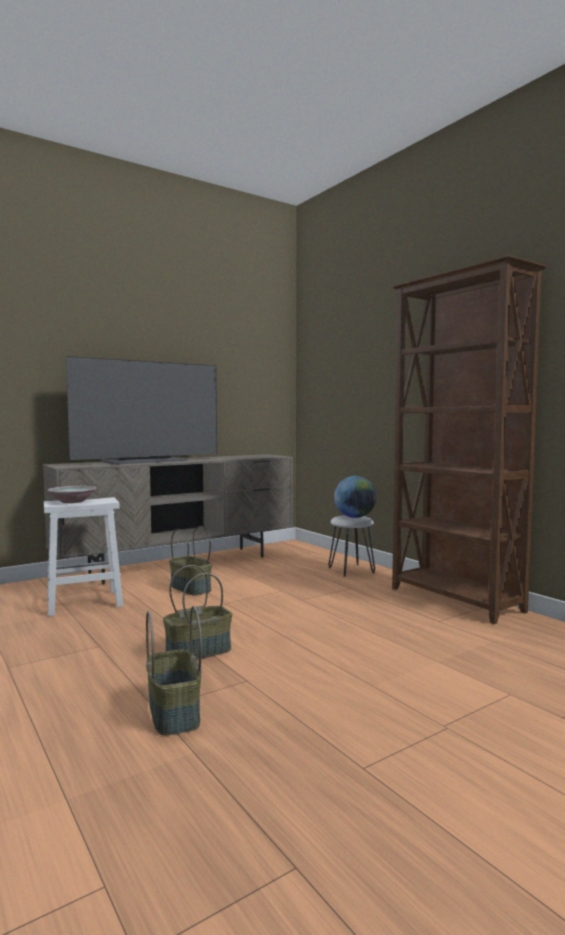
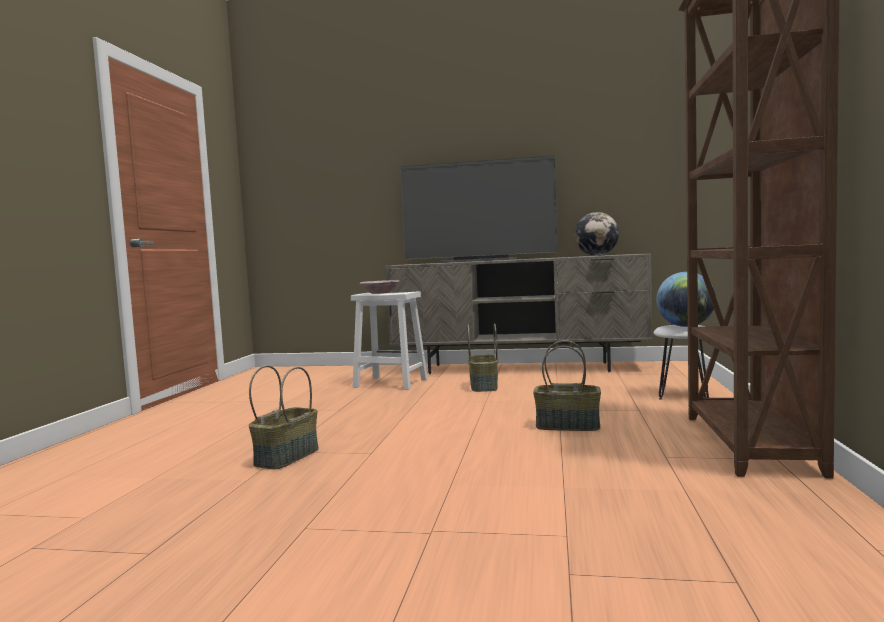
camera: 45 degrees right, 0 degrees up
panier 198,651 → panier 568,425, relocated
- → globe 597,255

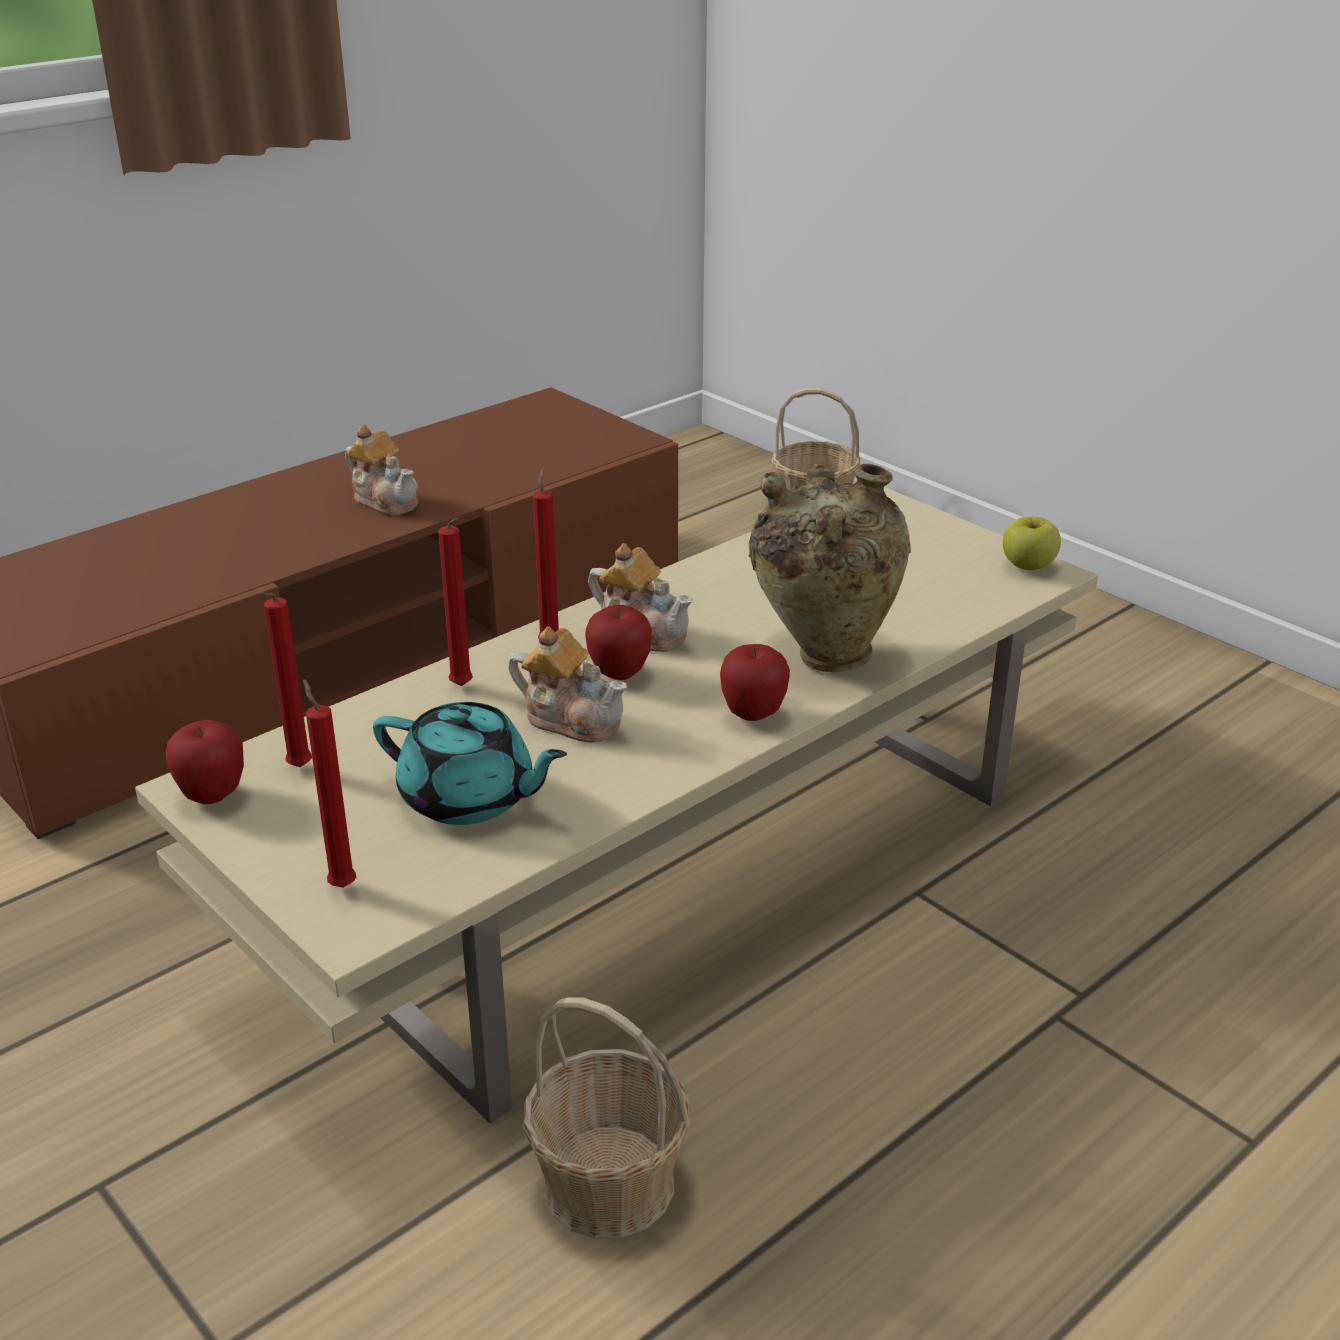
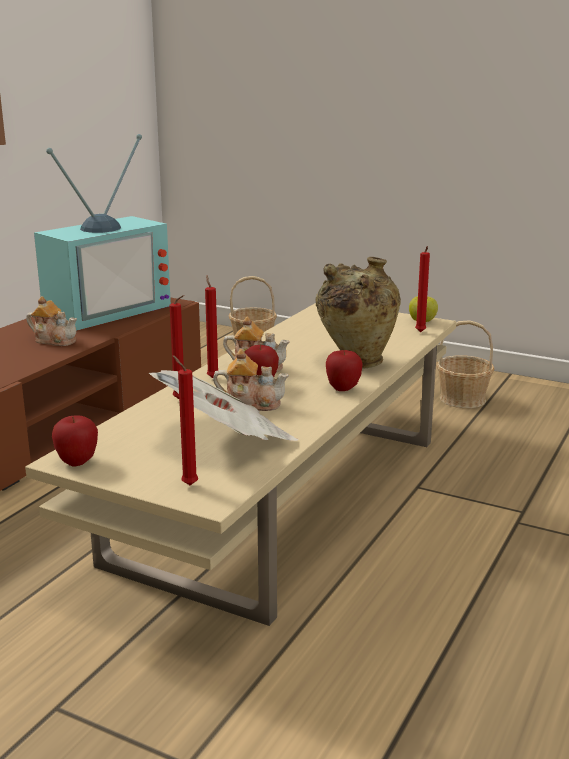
camera: 20 degrees left, 10 degrees down
bougie [rouge] 297,769 → bougie [rouge] 420,332, relocated
théière [turquoise] 469,799 → journal 226,441
panier 609,1185 → panier 463,399, relocated
- → téléviseur 105,310

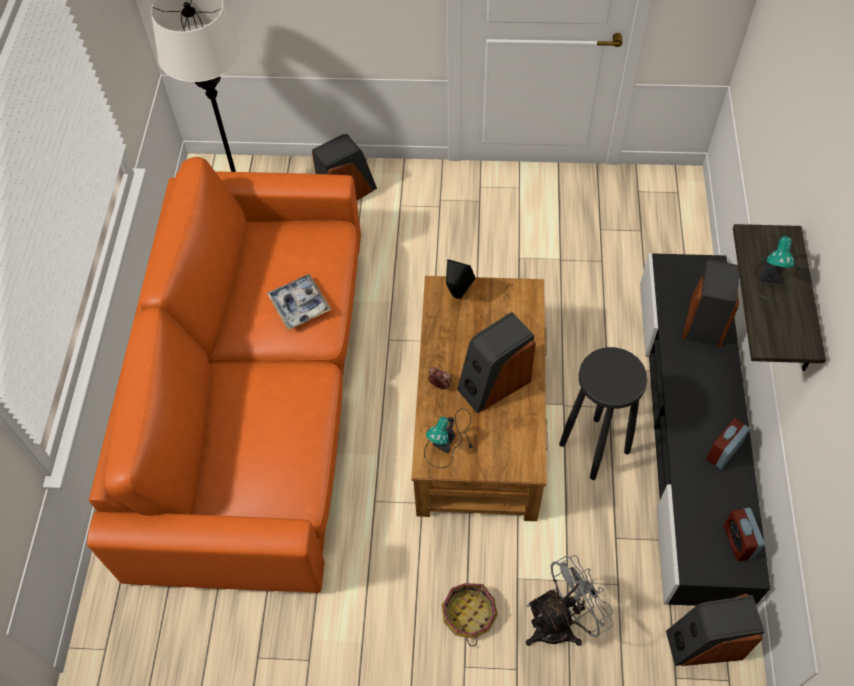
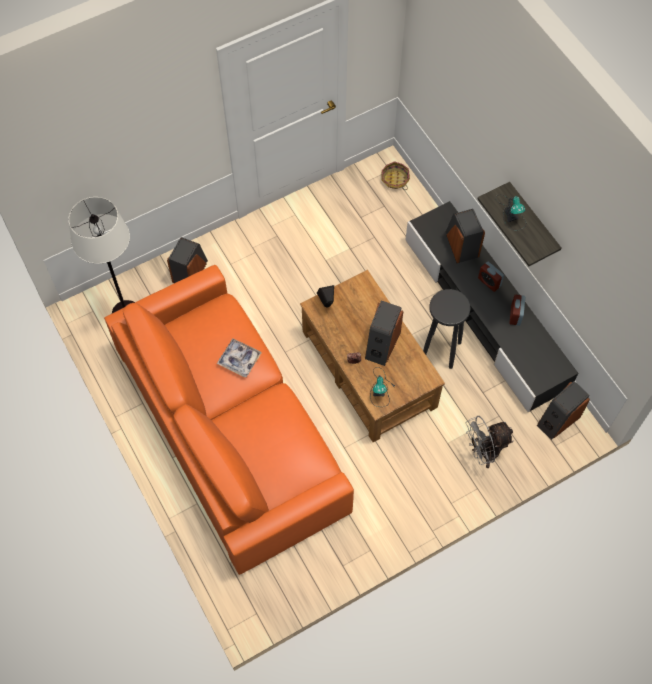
camera: 35 degrees left, 5 degrees up
réveil 738,541 → réveil 489,282, relocated
ventilateur [gris] 561,623 → ventilateur [gris] 484,452, 135 degrees counterclockwise
panier 469,614 → panier 395,180, relocated

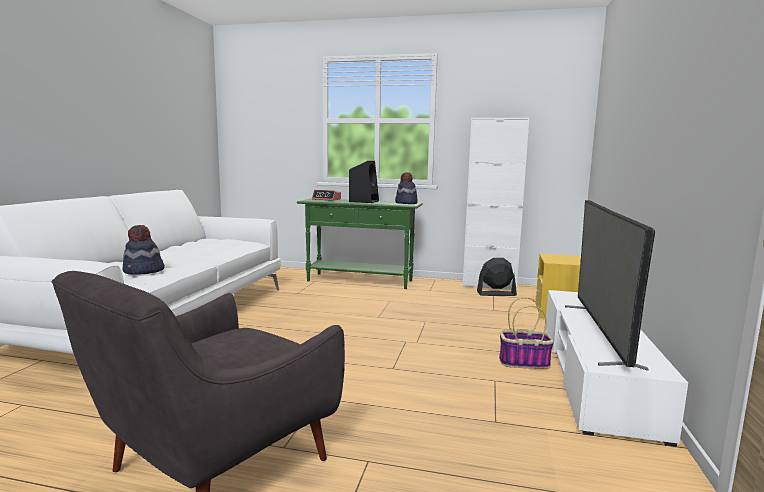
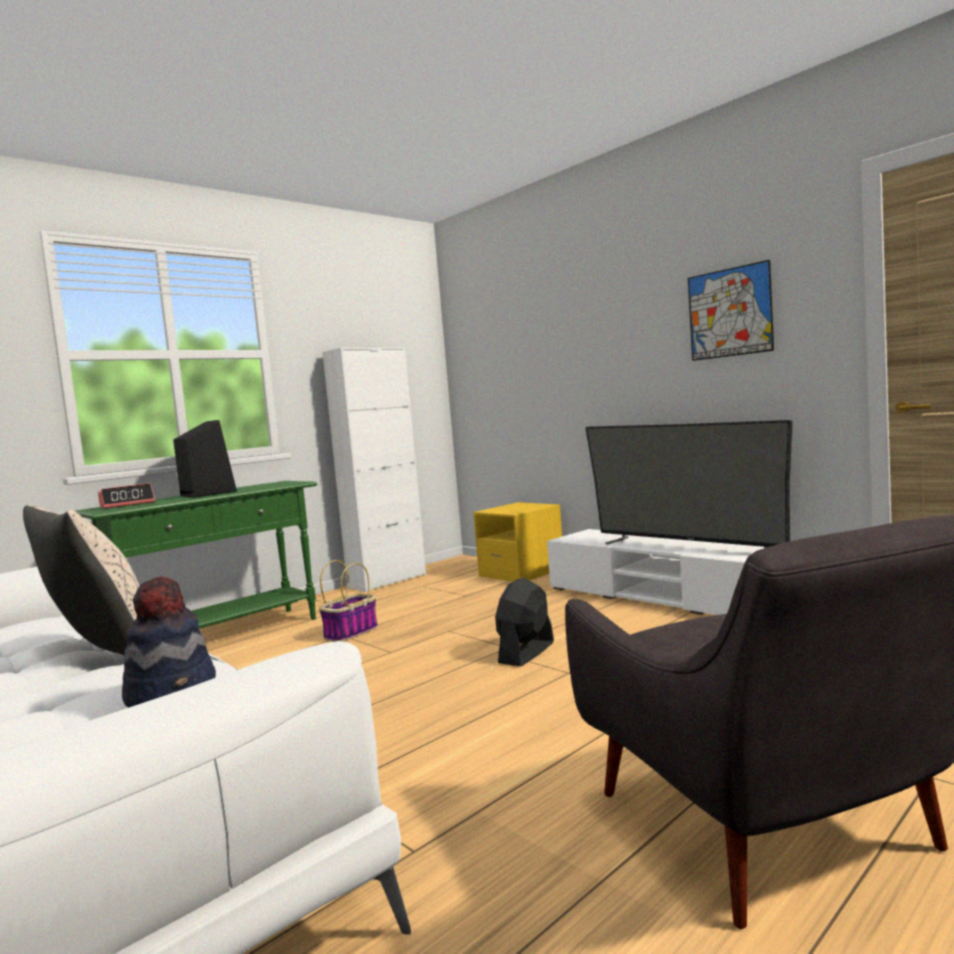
camera: 55 degrees left, 5 degrees down
chapeau 406,203 → -
ventilateur [noir] 496,294 → ventilateur [noir] 526,652, relocated
panier 524,362 → panier 351,633, relocated
- → tableau 729,312
- → coussin [beige] 101,651

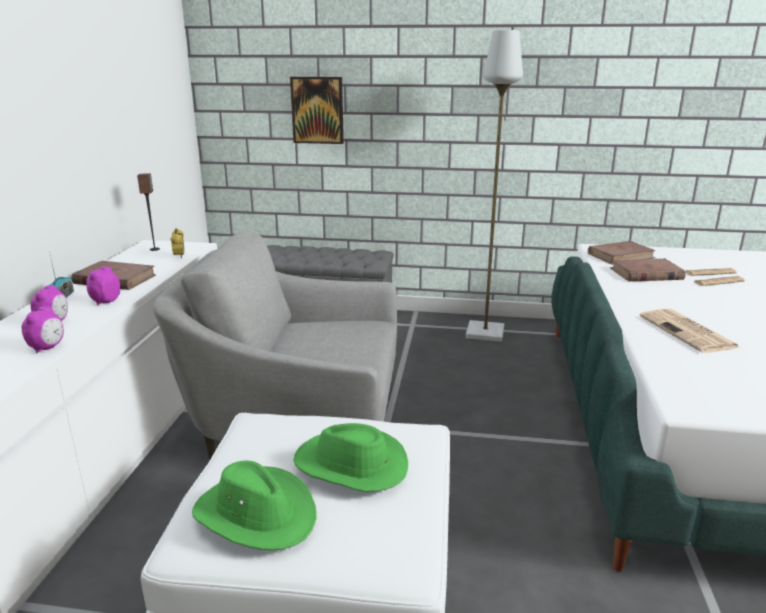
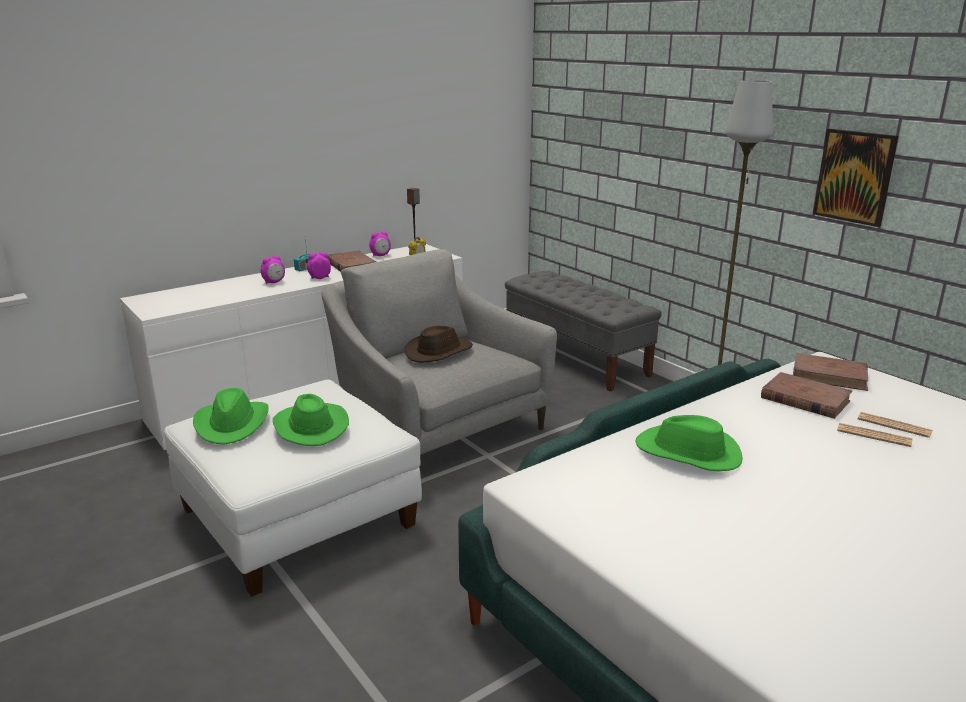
camera: 45 degrees right, 0 degrees up
tableau 317,110 → tableau 855,176, relocated
réveil 47,347 → réveil 380,255, relocated
journal 688,332 → chapeau [vert] 688,453
- → chapeau [marron] 439,352

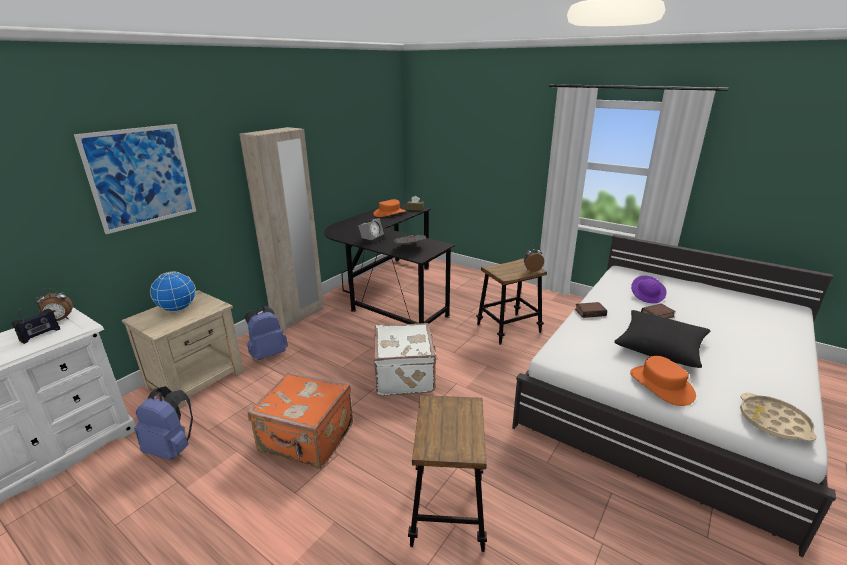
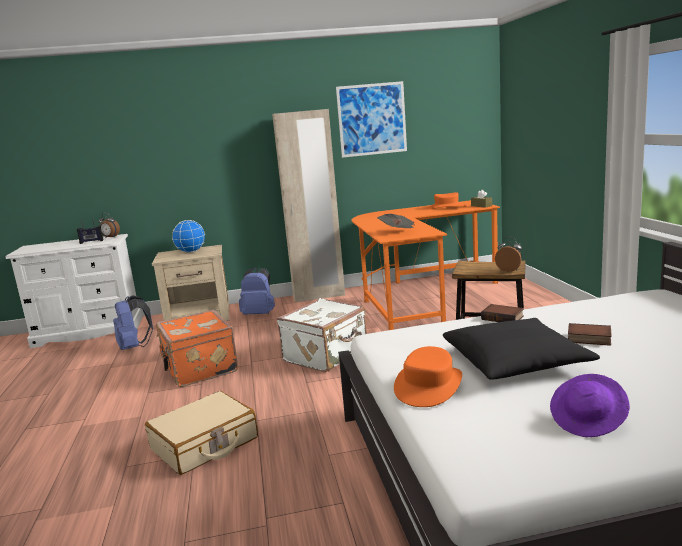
camera: 45 degrees right, 10 degrees down
tableau 141,177 → tableau 372,119, relocated
bureau [noir] 388,293 → bureau [orange] 418,295
réveil 372,239 → -
chapeau [violet] 647,296 → chapeau [violet] 588,421, relocated
plateau [beige] 773,422 → -
tabouret 448,510 → valise [beige] 204,444

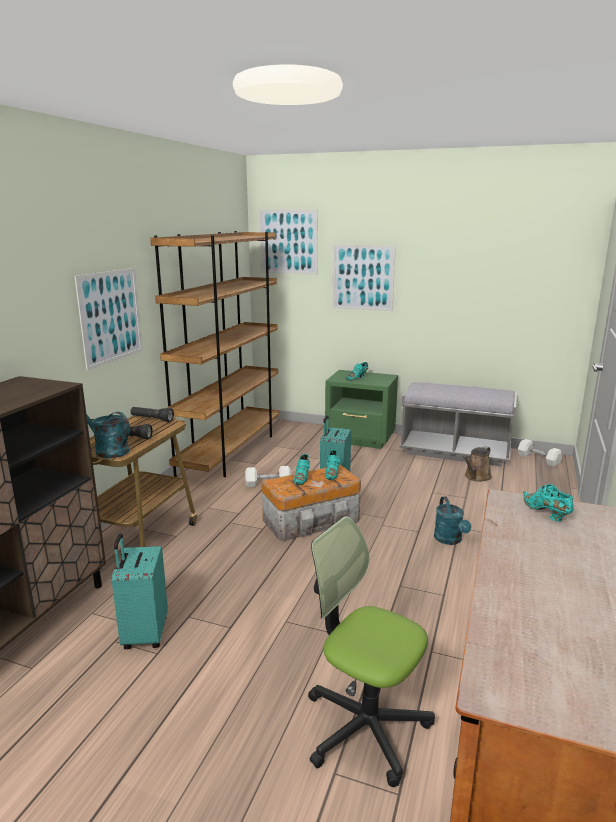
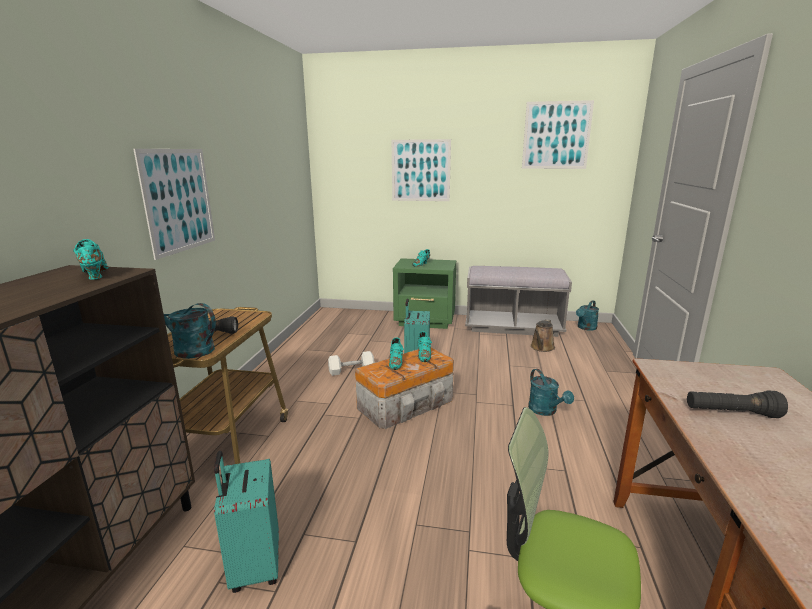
camera: 10 degrees left, 0 degrees up
tableau 288,242 → tableau 556,135, relocated
bibliothèque [marron] 230,452 → -
lampe de poche [noir] 152,419 → lampe de poche [noir] 731,413, relocated
haltère [blanc] 538,459 → arrosoir [turquoise] 585,328
chaussure [turquoise] 545,513 → chaussure [turquoise] 94,275, relocated

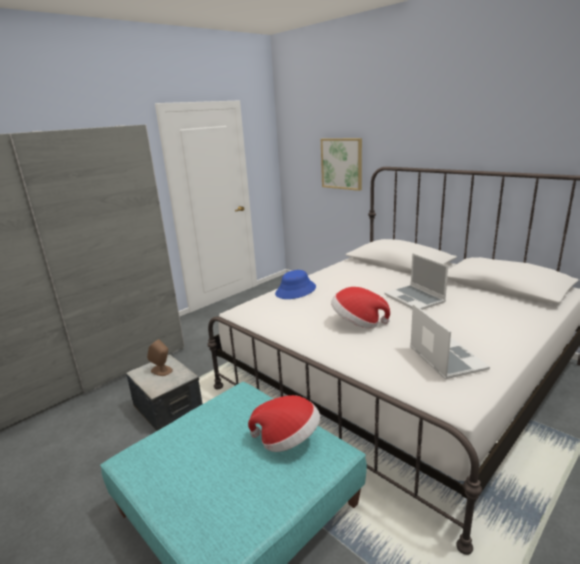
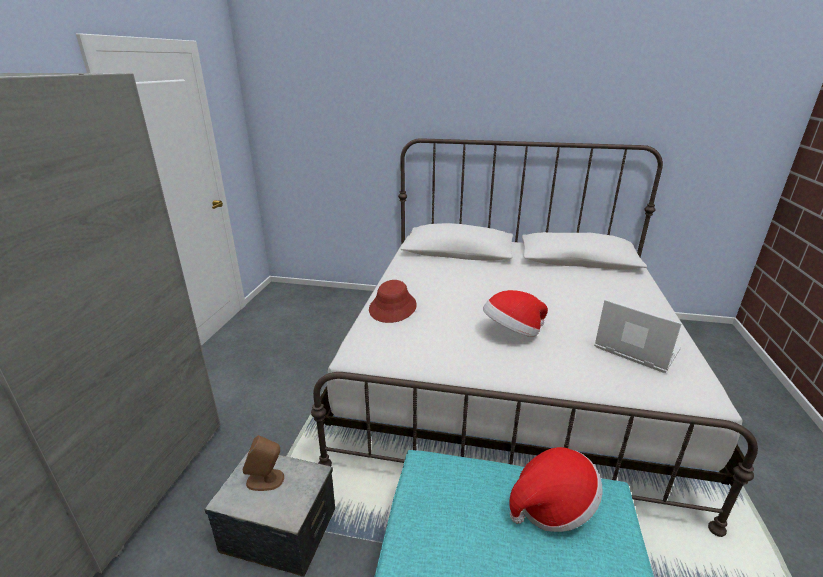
camera: 35 degrees left, 5 degrees up
tableau 341,163 → -
ordinateur portable 415,299 → -
chapeau [bleu] 296,291 → chapeau [rouge] 393,307

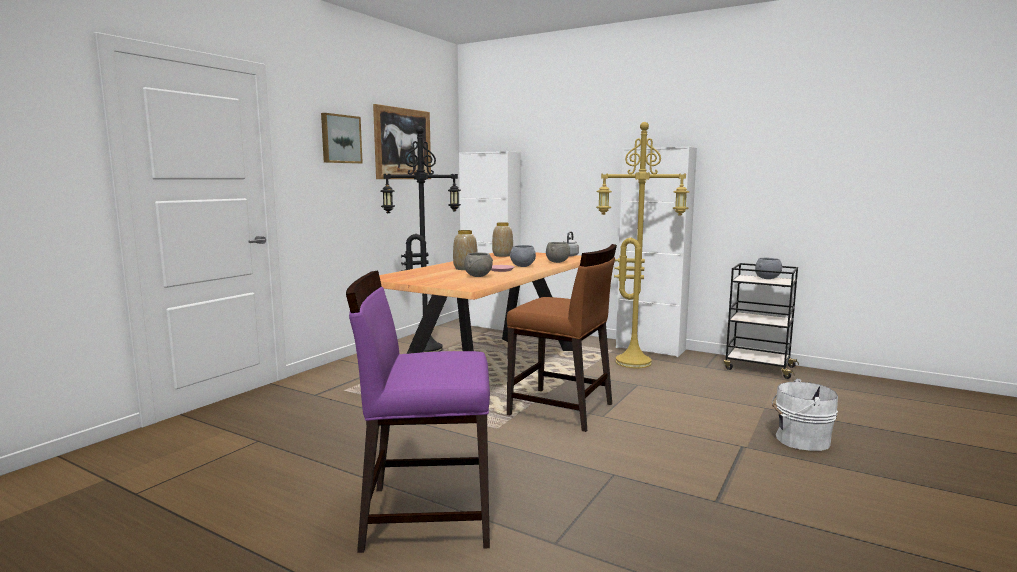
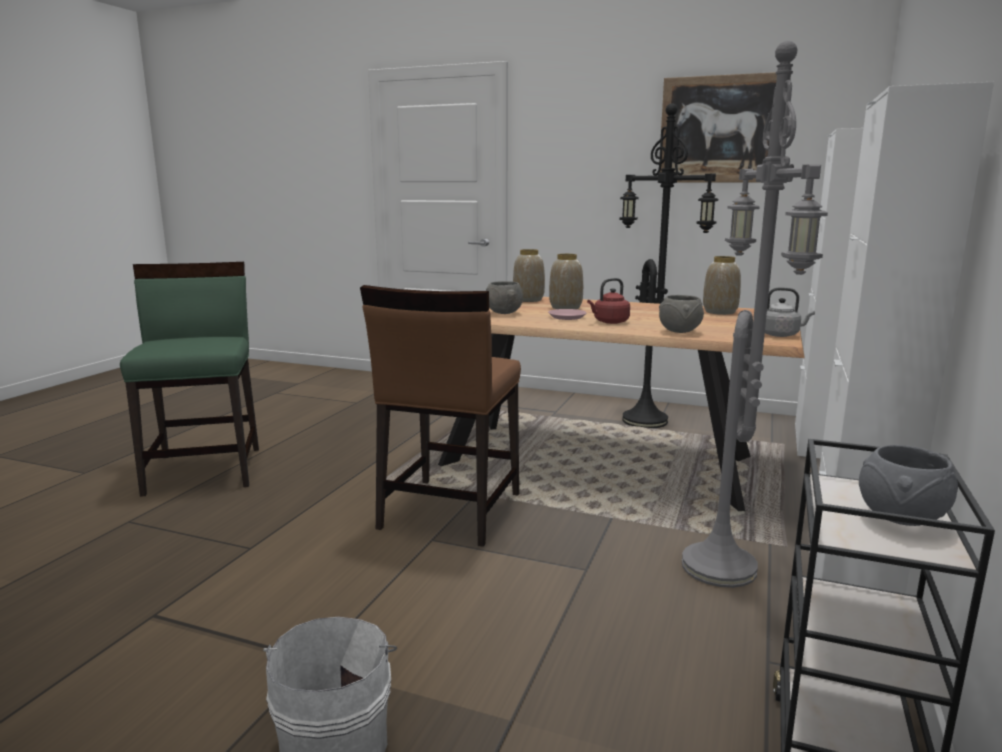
camera: 80 degrees right, 5 degrees up
tableau 340,139 → -
lampadaire [jaune] 634,362 → lampadaire [gris] 724,569
bol [gris] 523,266 → bouilloire [rouge] 609,322
chaise [violet] 426,515 → chaise [vert] 205,470
- → vase 529,300

